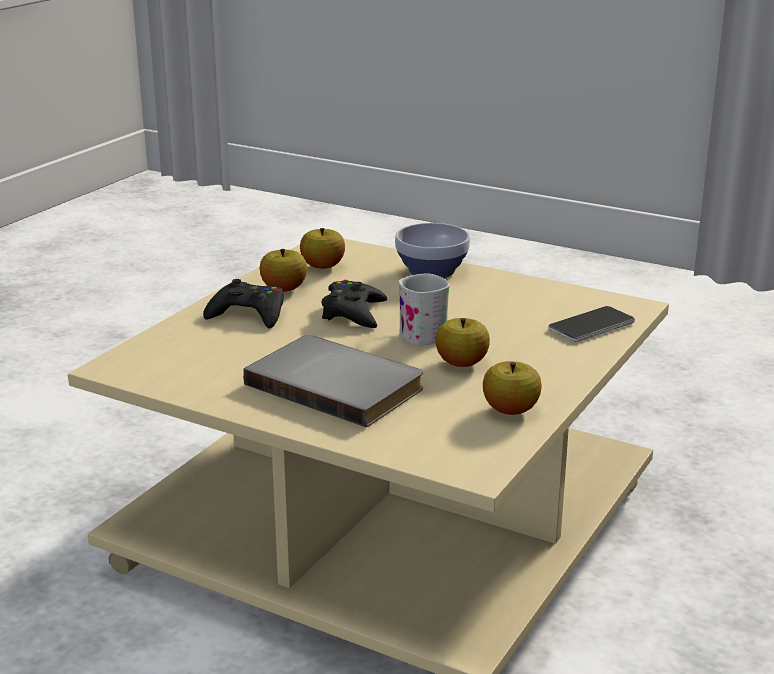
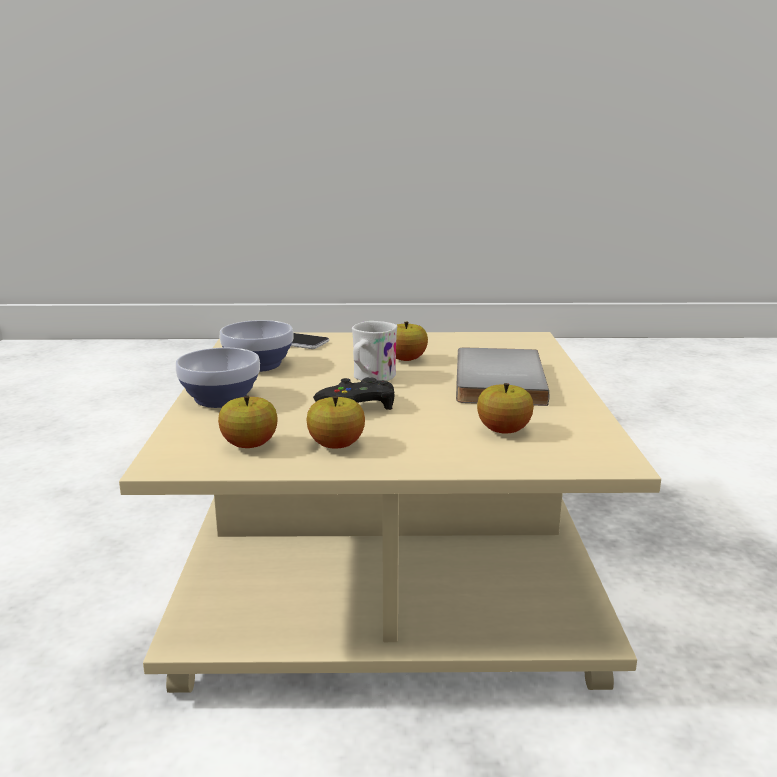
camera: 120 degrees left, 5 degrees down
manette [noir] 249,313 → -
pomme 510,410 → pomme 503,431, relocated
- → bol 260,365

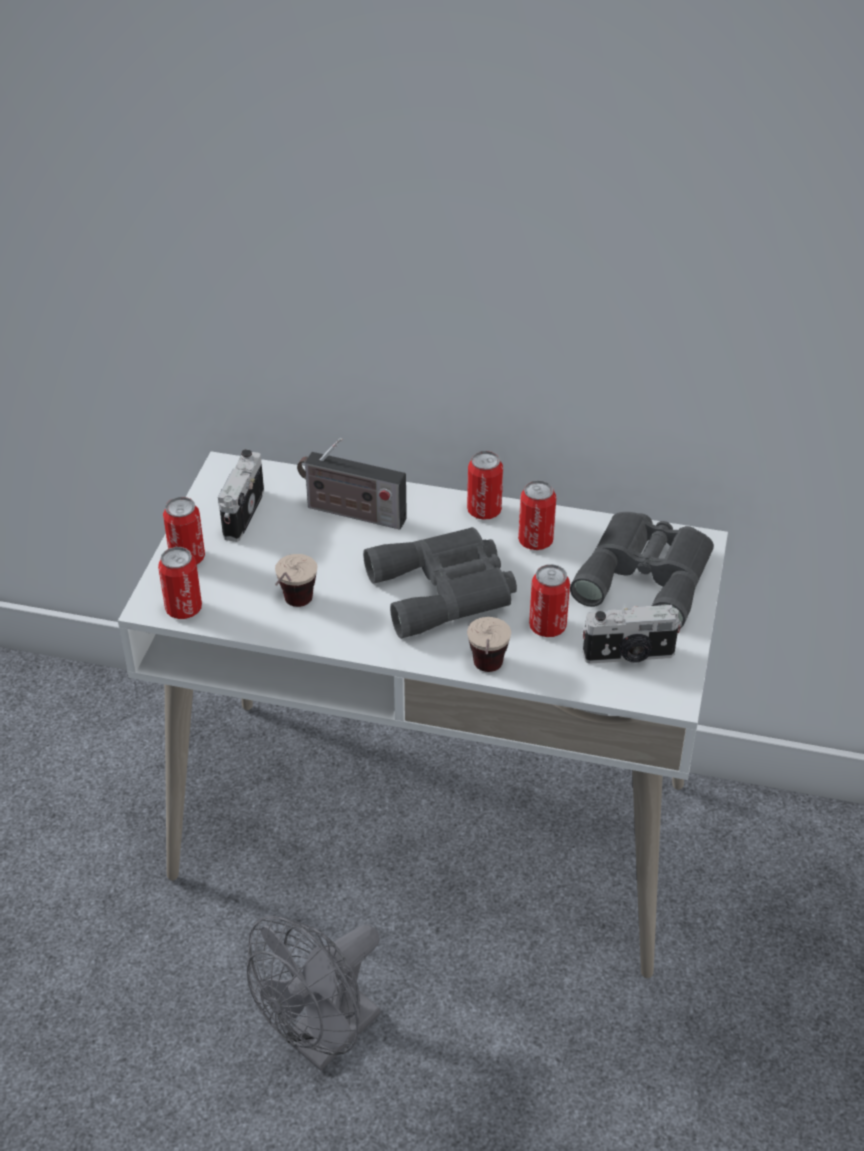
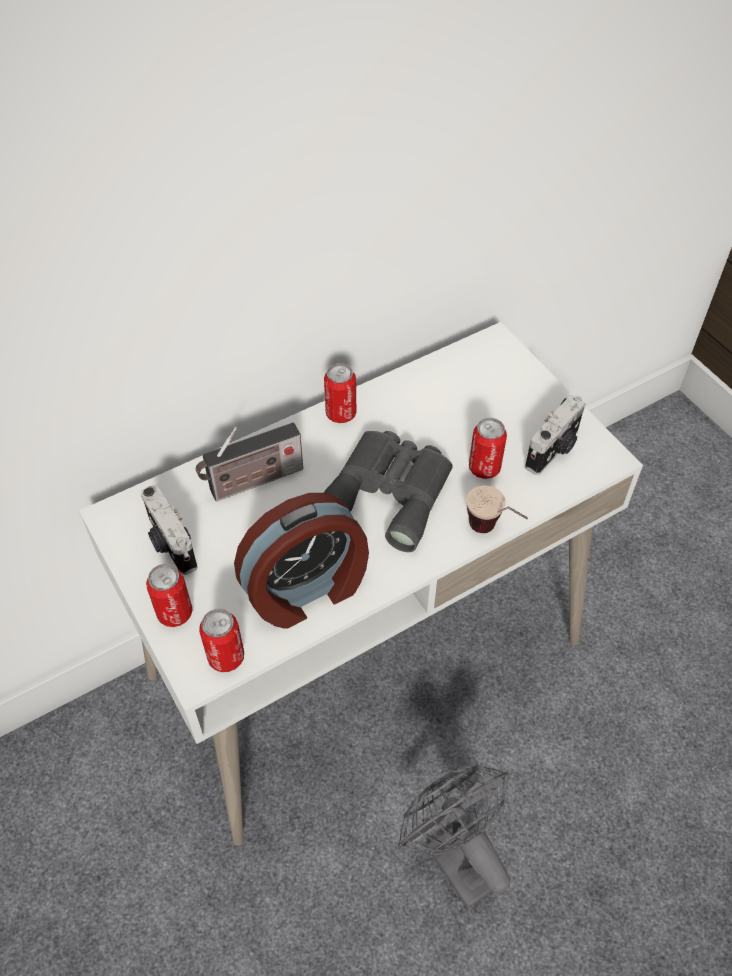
camera: 45 degrees left, 10 degrees up
boîte métallique 535,541 → -
jumelles [gris] 647,575 → -
tasse 293,609 → réveil 307,590
ventilateur [gris] 323,1039 → ventilateur [gris] 454,855, 150 degrees clockwise

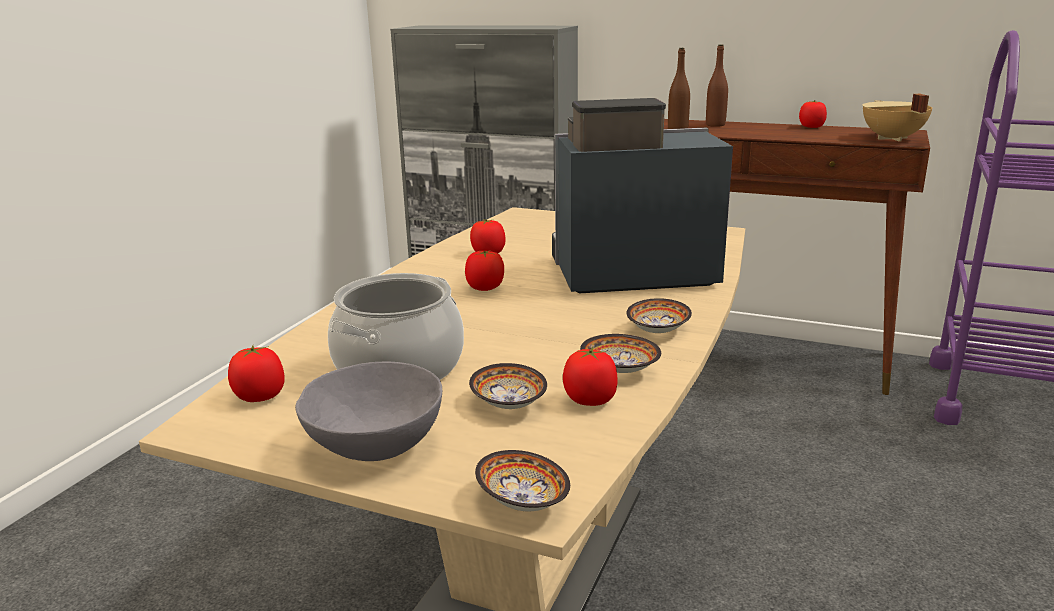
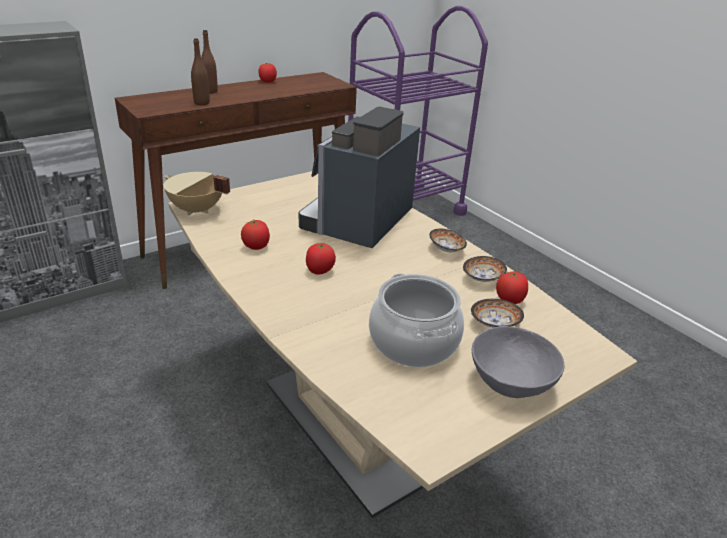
camera: 60 degrees left, 10 degrees up
marmite [beige] 891,139 → marmite [beige] 196,210, relocated
tomate 260,397 → -
bol 523,502 → -

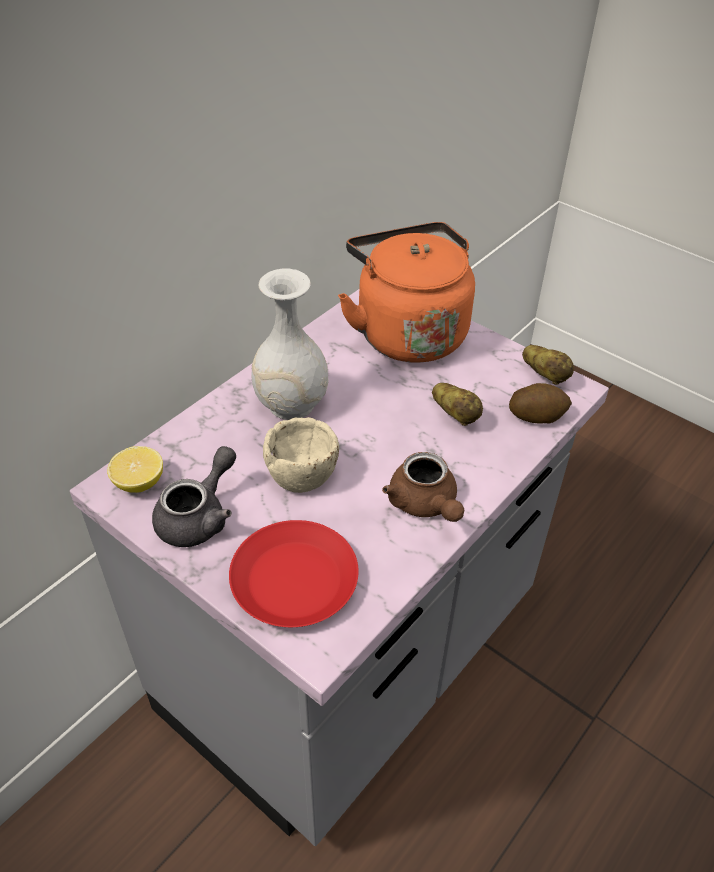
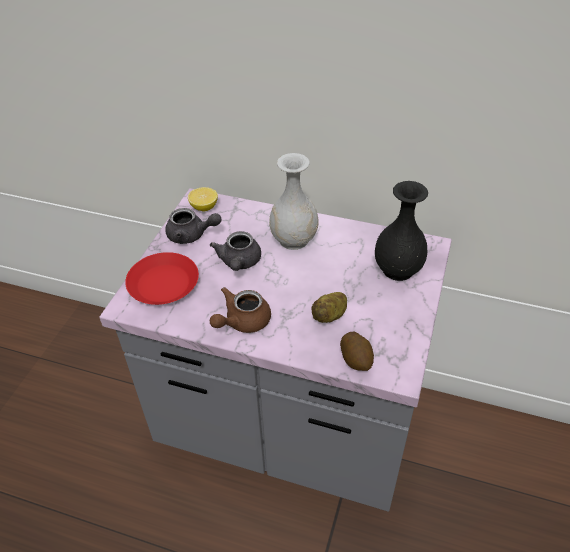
camera: 70 degrees right, 0 degrees up
bouilloire [orange] 407,332 → vase [noir] 398,270
pomme de terre 545,375 → -
bol [beige] 302,475 → théière [gris] 239,263

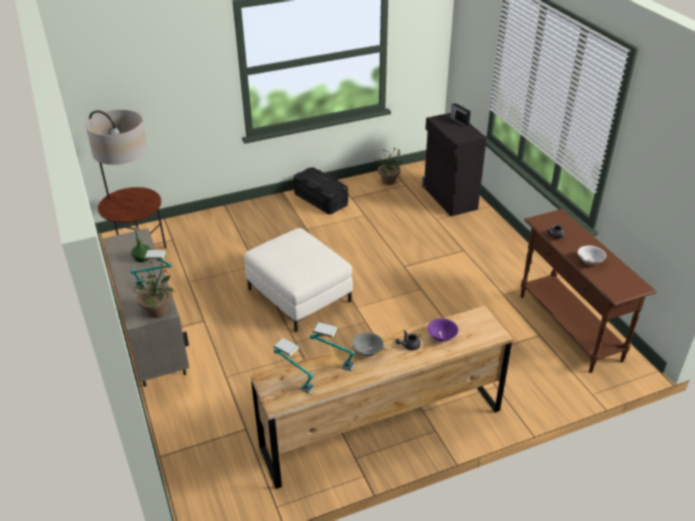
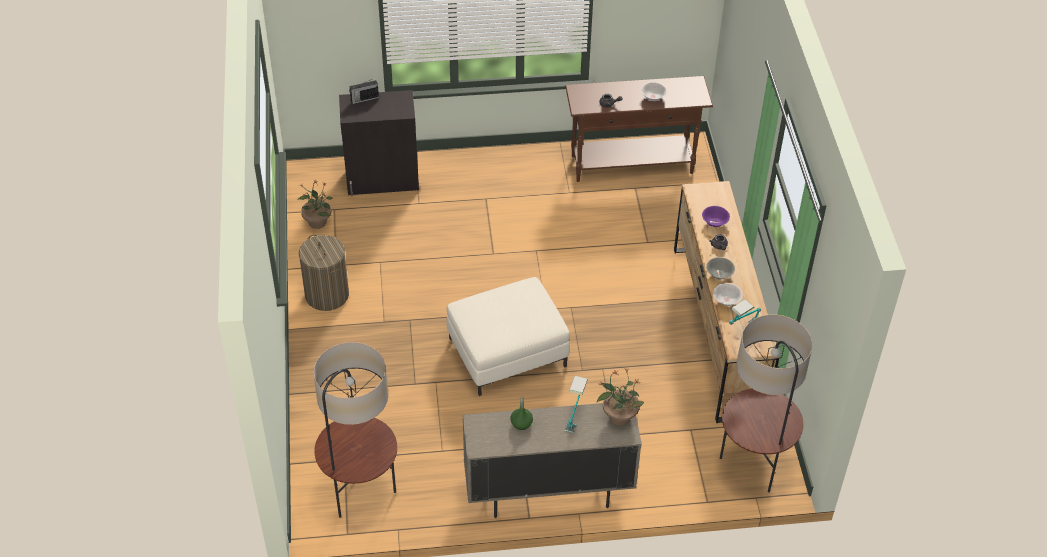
camera: 75 degrees left, 10 degrees up
boîte de rangement [noir] 321,200 → panier à linge 327,295
lampe de table 332,362 → bol [blanc] 726,300
- → lampadaire 752,468

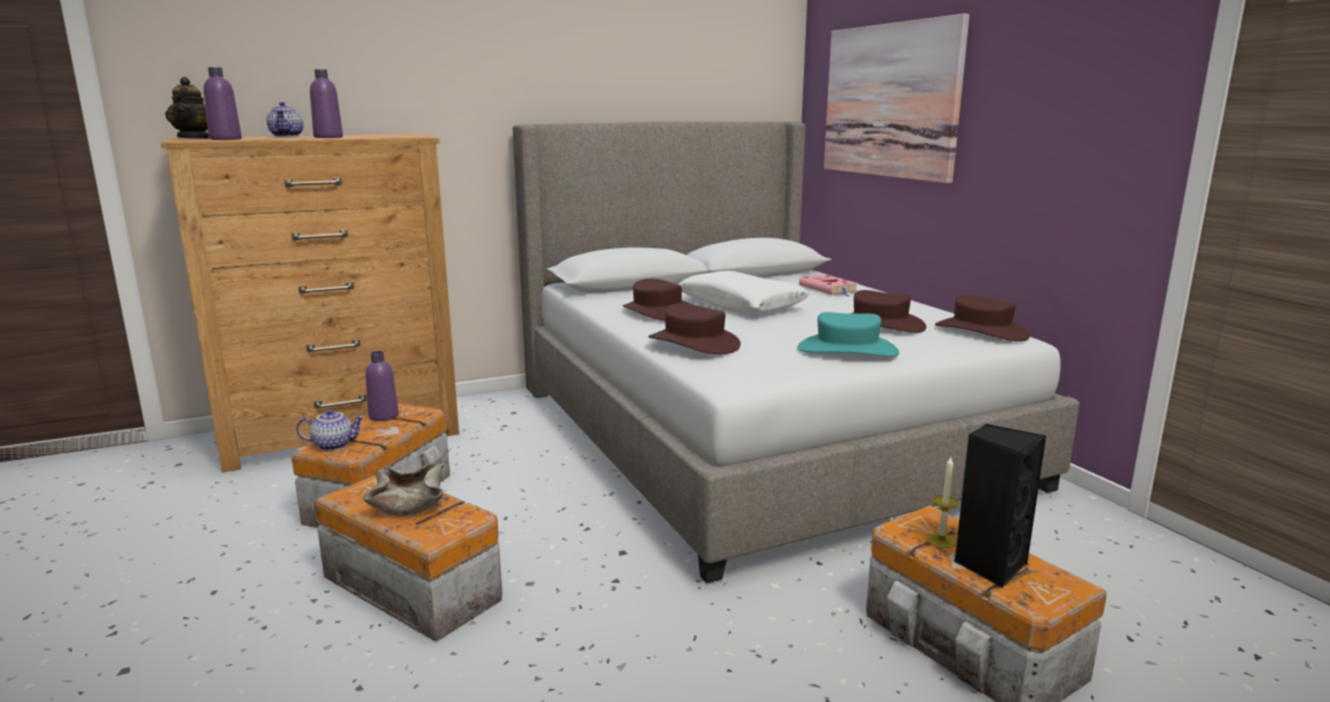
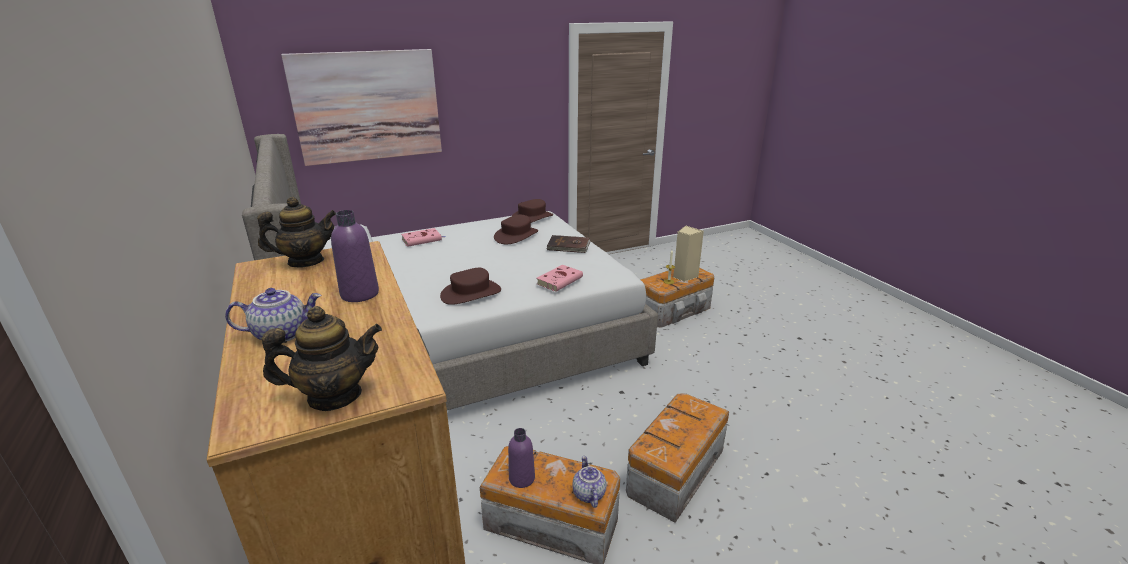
camera: 90 degrees left, 10 degrees up
bouteille [violet] 225,139 → -
coussin [blanc] 741,305 → -
chapeau [marron] 694,343 → livre [rose] 560,280
chapeau [turquoise] 847,350 → livre [marron] 568,246
enceinte [noir] 989,565 → enceinte [beige] 684,276
bol [beige] 409,504 → -
- → théière 305,262

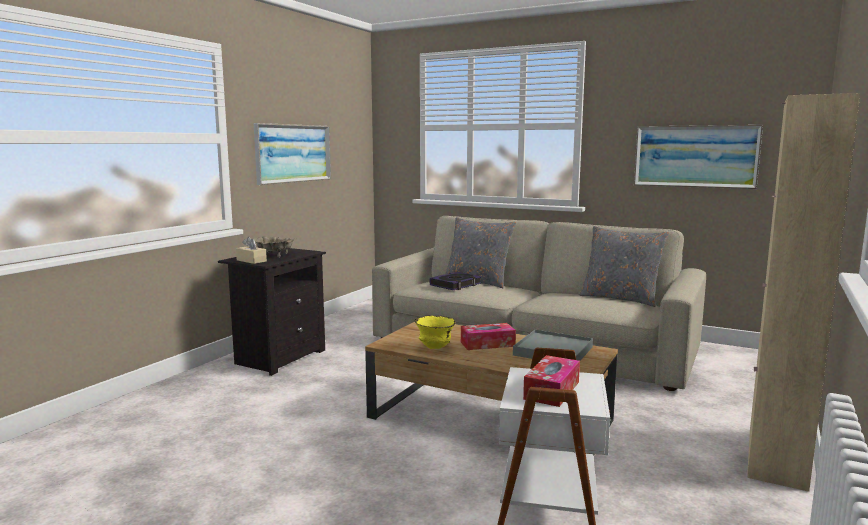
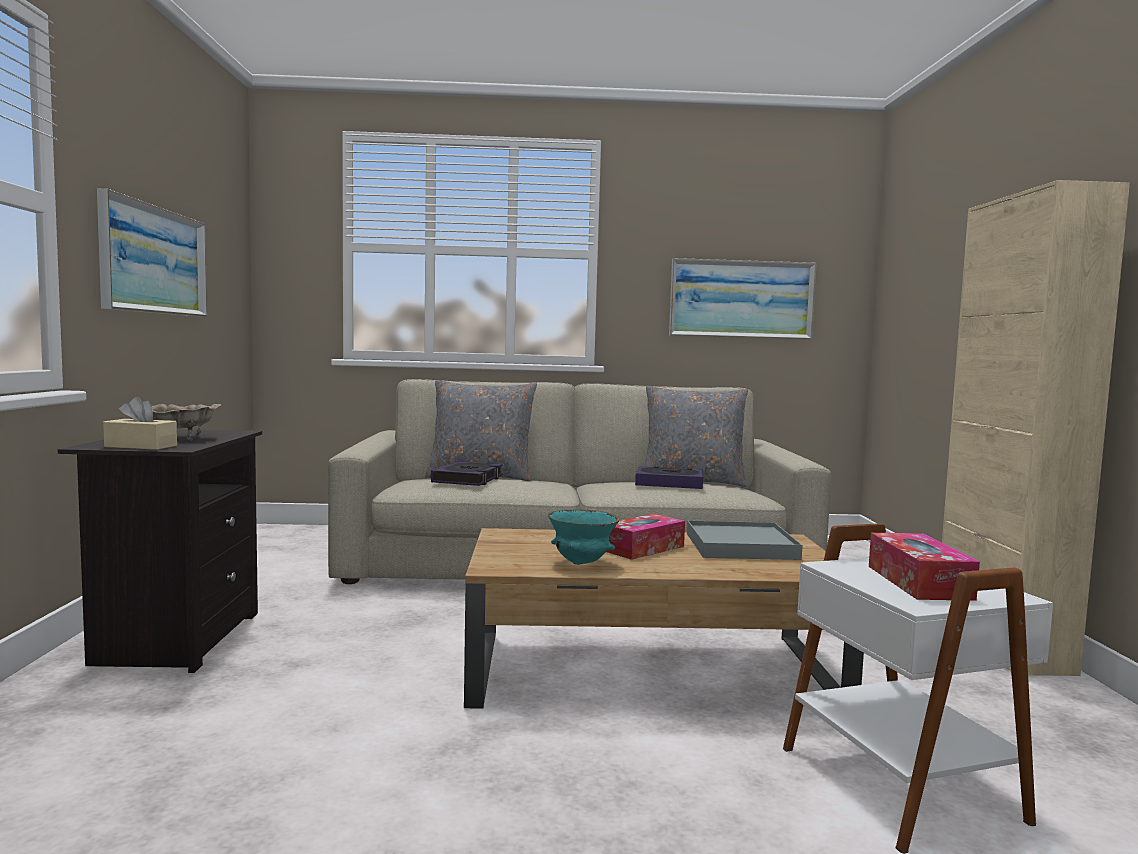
camera: 30 degrees left, 5 degrees down
bol [jaune] 435,348 → bol [turquoise] 581,563
- → livre 669,483

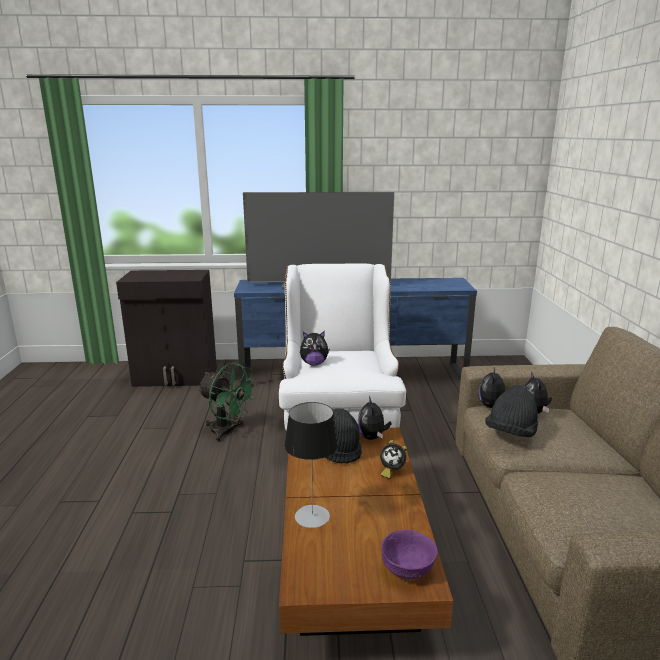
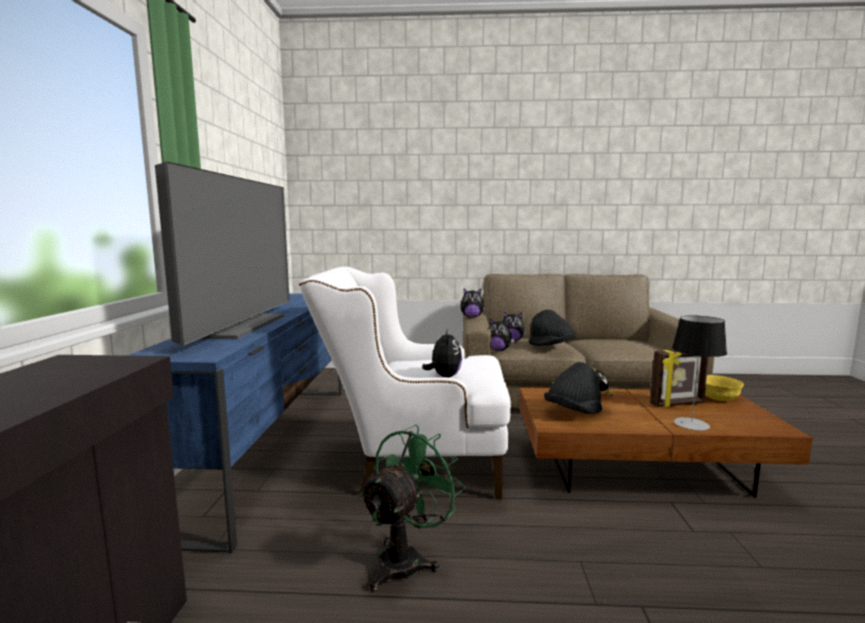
camera: 85 degrees left, 10 degrees down
peluche 372,437 → peluche 472,317, relocated
bol [violet] 407,569 → bol [jaune] 719,398
- → cadre photo 677,404

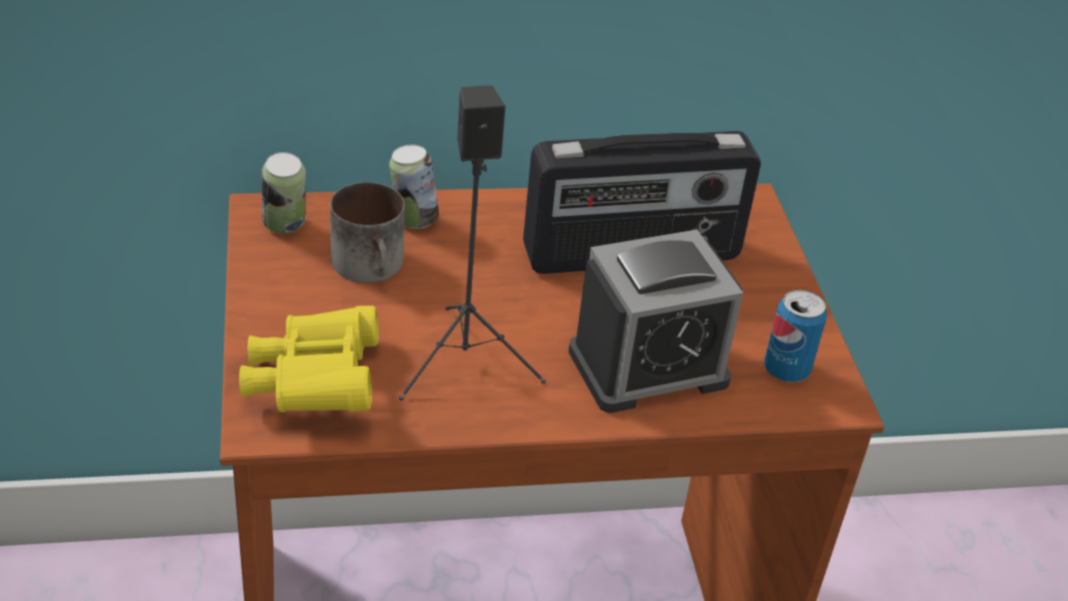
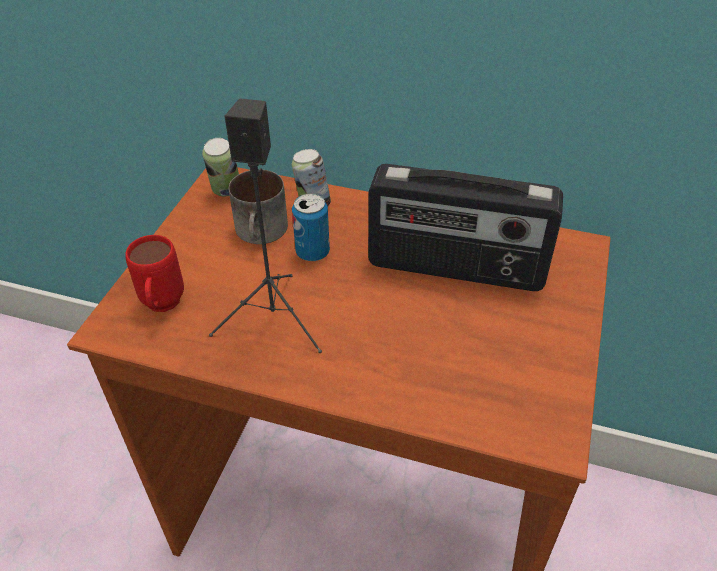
camera: 30 degrees right, 5 degrees up
réveil 648,367 → -
boîte métallique 786,370 → boîte métallique 312,252, relocated
jumelles [jaune] 314,384 → mug [rouge] 162,308

